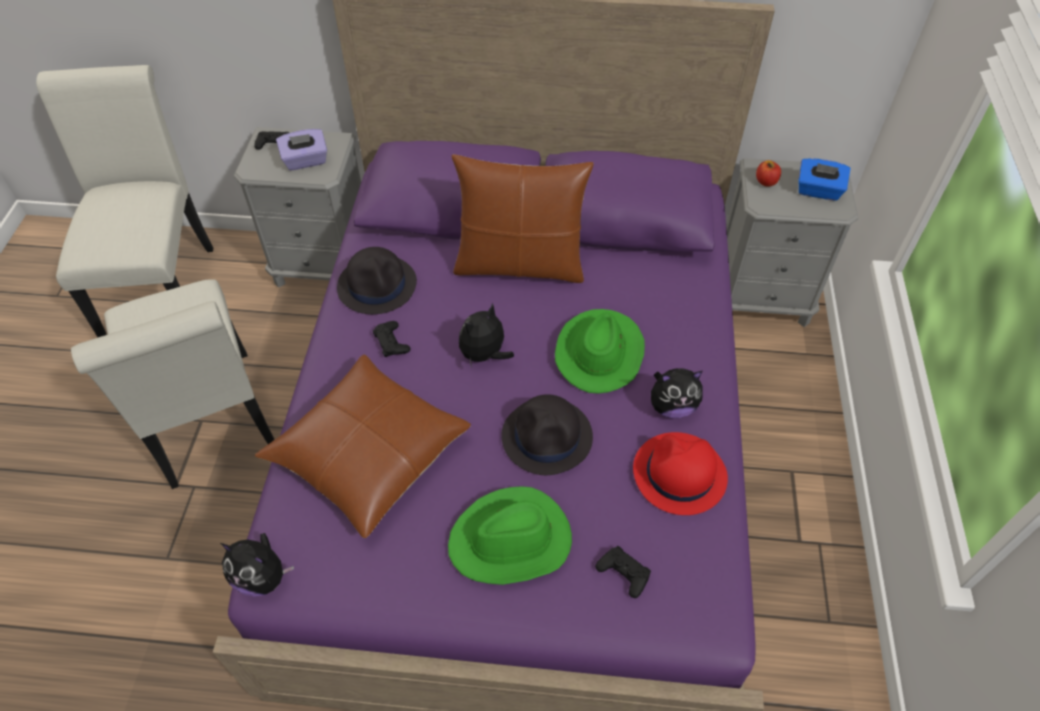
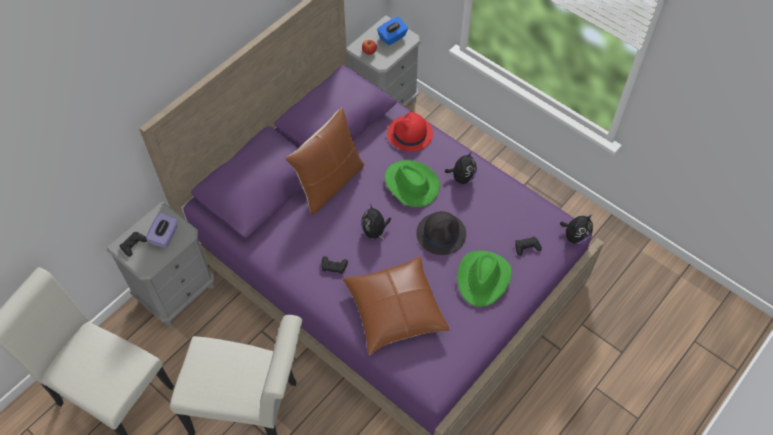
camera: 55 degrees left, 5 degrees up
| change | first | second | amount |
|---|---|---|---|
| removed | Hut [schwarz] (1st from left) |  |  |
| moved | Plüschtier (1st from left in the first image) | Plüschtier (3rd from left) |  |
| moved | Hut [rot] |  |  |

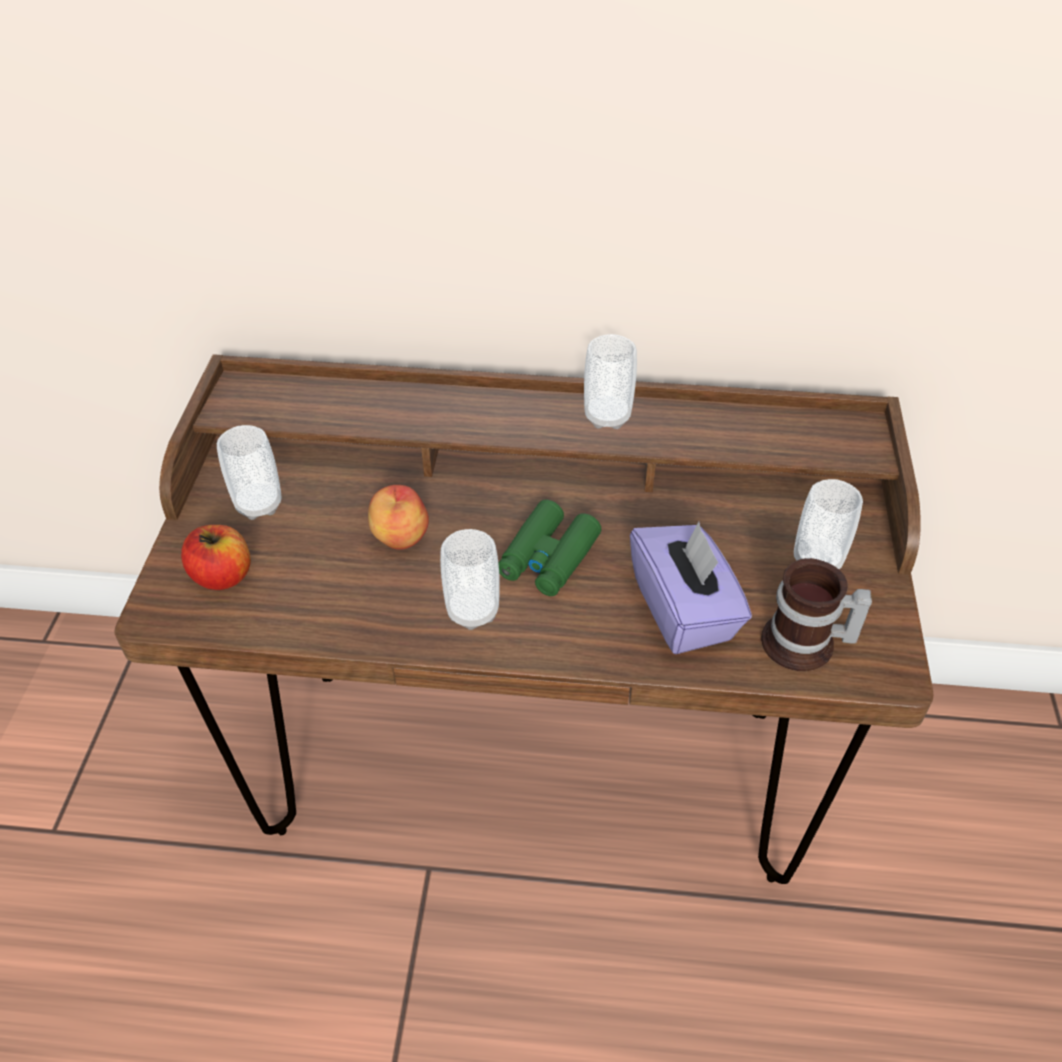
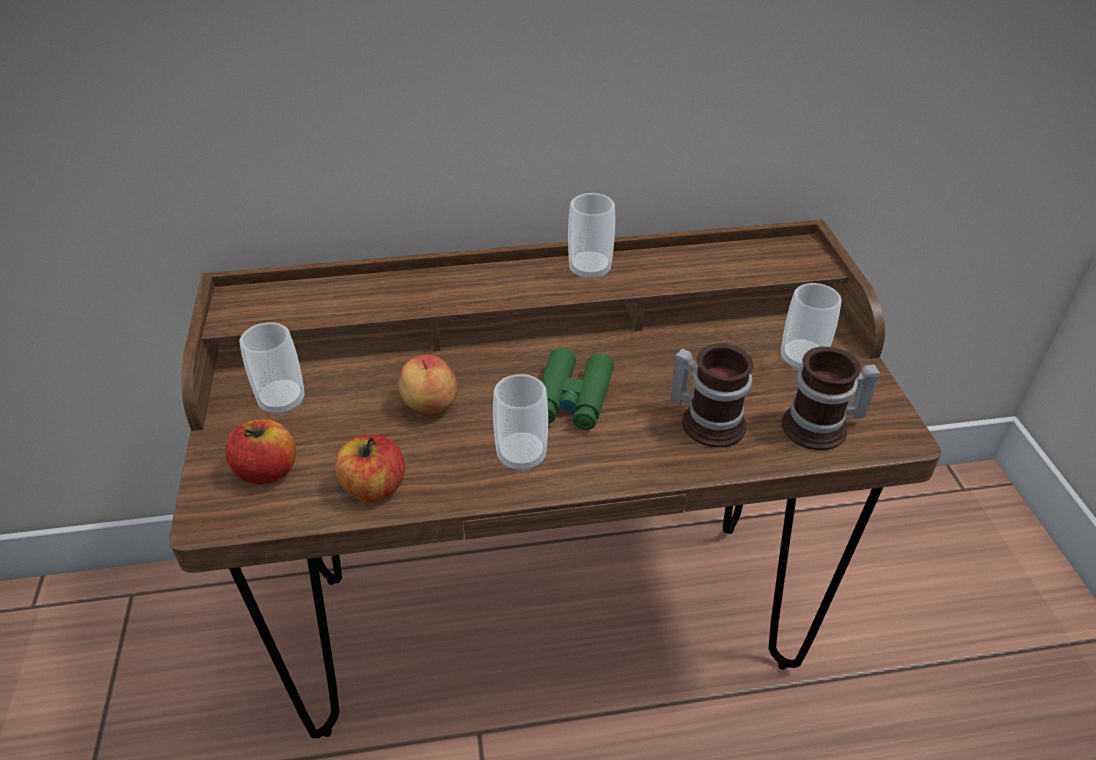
camera: 15 degrees left, 5 degrees down
| change | first | second | amount |
|---|---|---|---|
| added |  | Apfel (2nd from left) |  |
| replaced | Taschentuchbox [lila] | Henkelbecher (1st from left) |  |

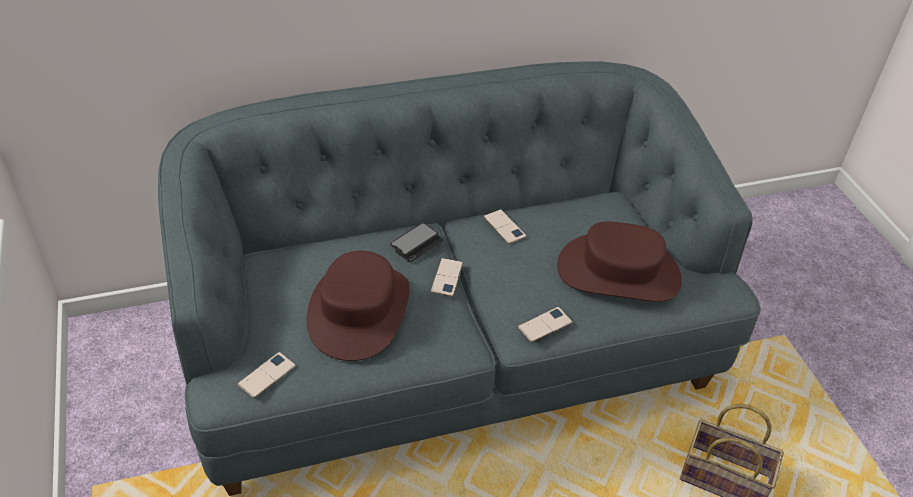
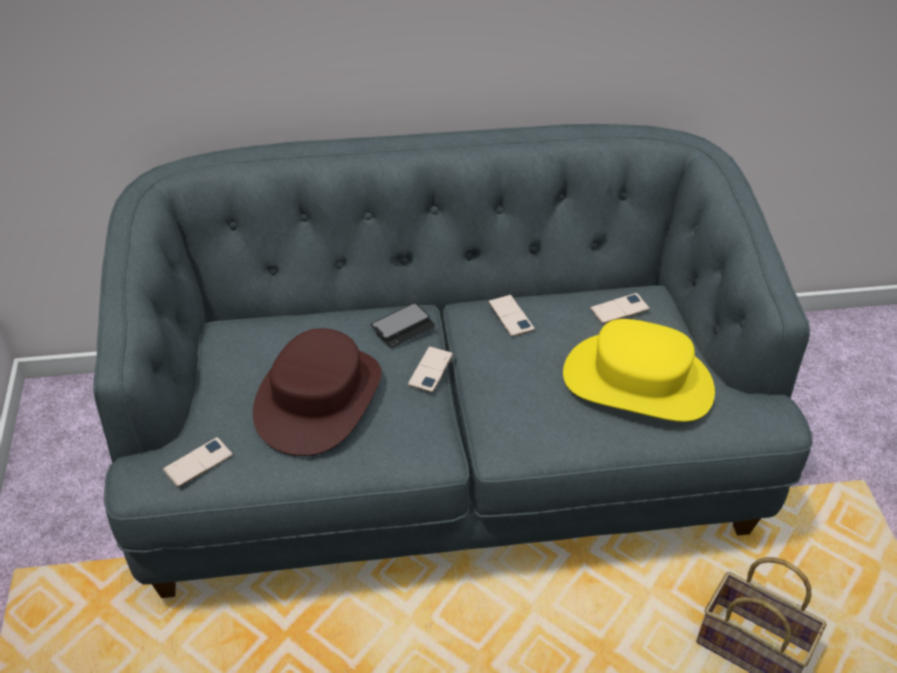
camera: 10 degrees right, 0 degrees up
| change | first | second | amount |
|---|---|---|---|
| moved | Handy (5th from left) |  |  |
| recoloured | Hut [braun] (2nd from left) | Hut [gelb] |  |

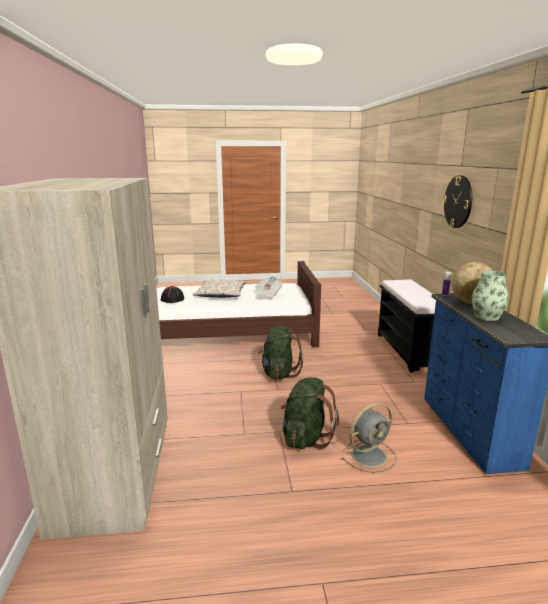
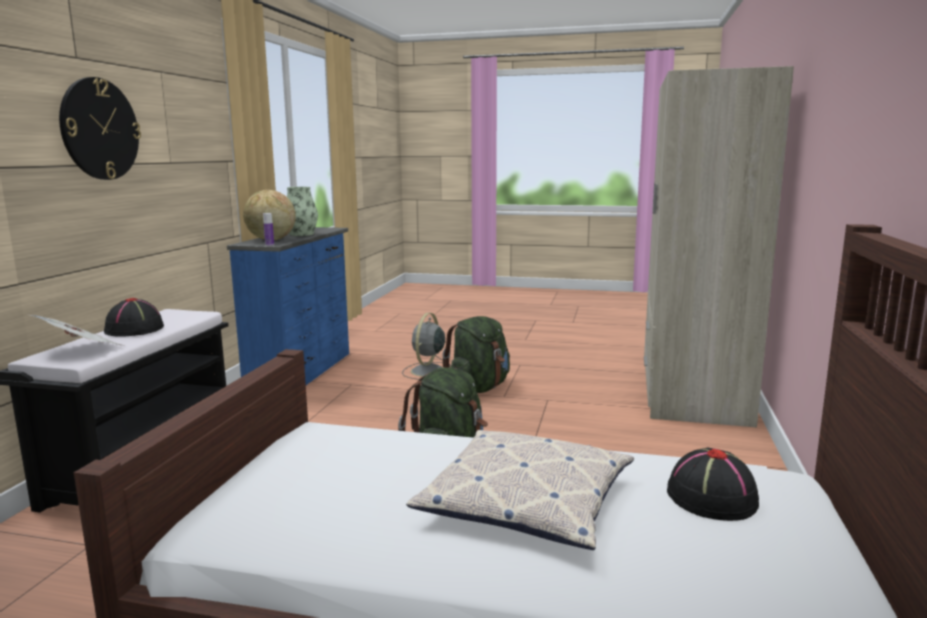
camera: 160 degrees left, 5 degrees down
| change | first | second | amount |
|---|---|---|---|
| added |  | Hut [schwarz] (1st from left) |  |
| moved | Zeitung |  |  |
| turned | Ventilator [grau] |  | 60 degrees counterclockwise |

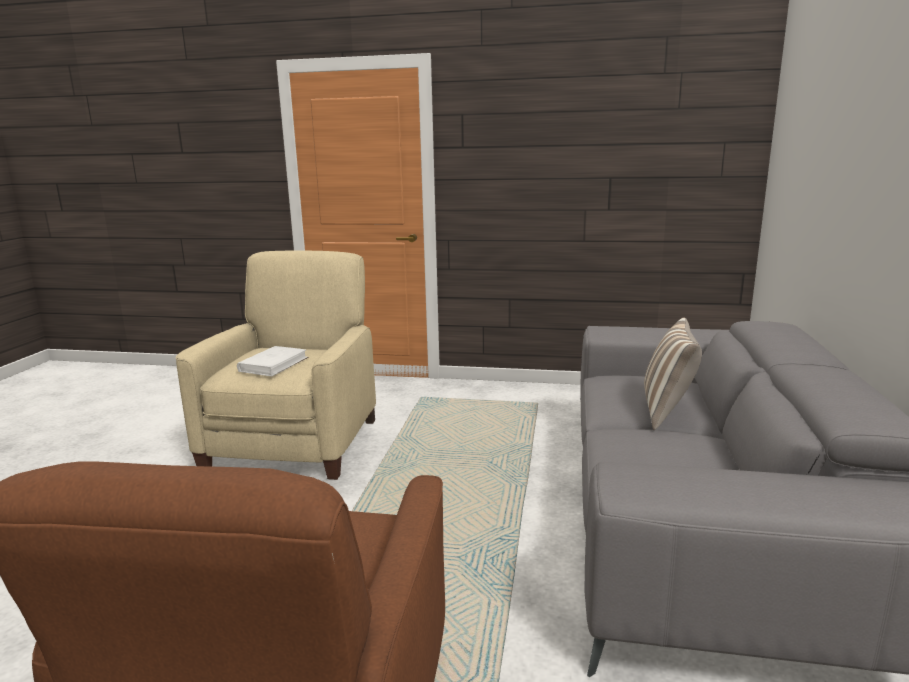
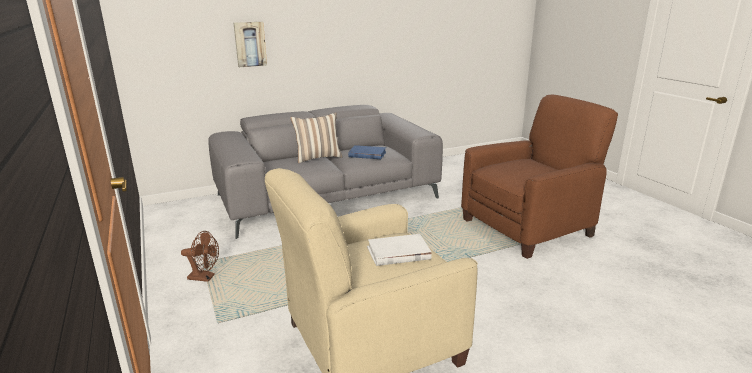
camera: 125 degrees left, 5 degrees up
| change | first | second | amount |
|---|---|---|---|
| added |  | Ventilator [braun] |  |
| added |  | Bild |  |
| added |  | Buch [blau] |  |

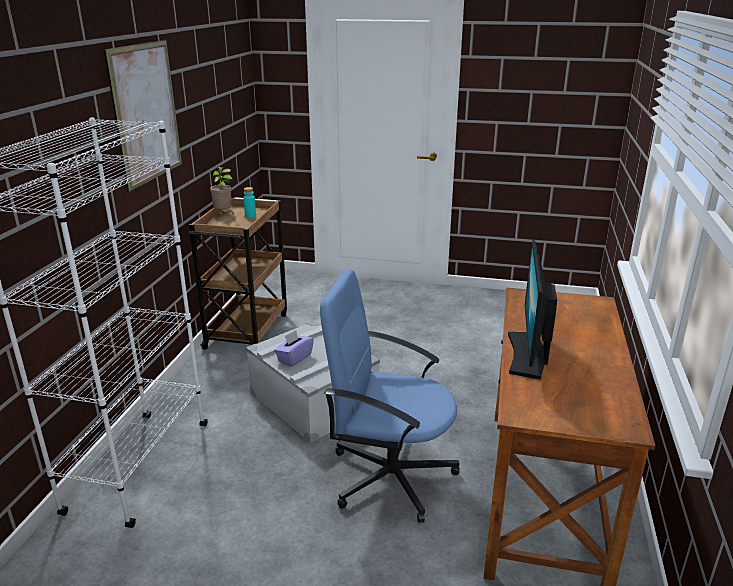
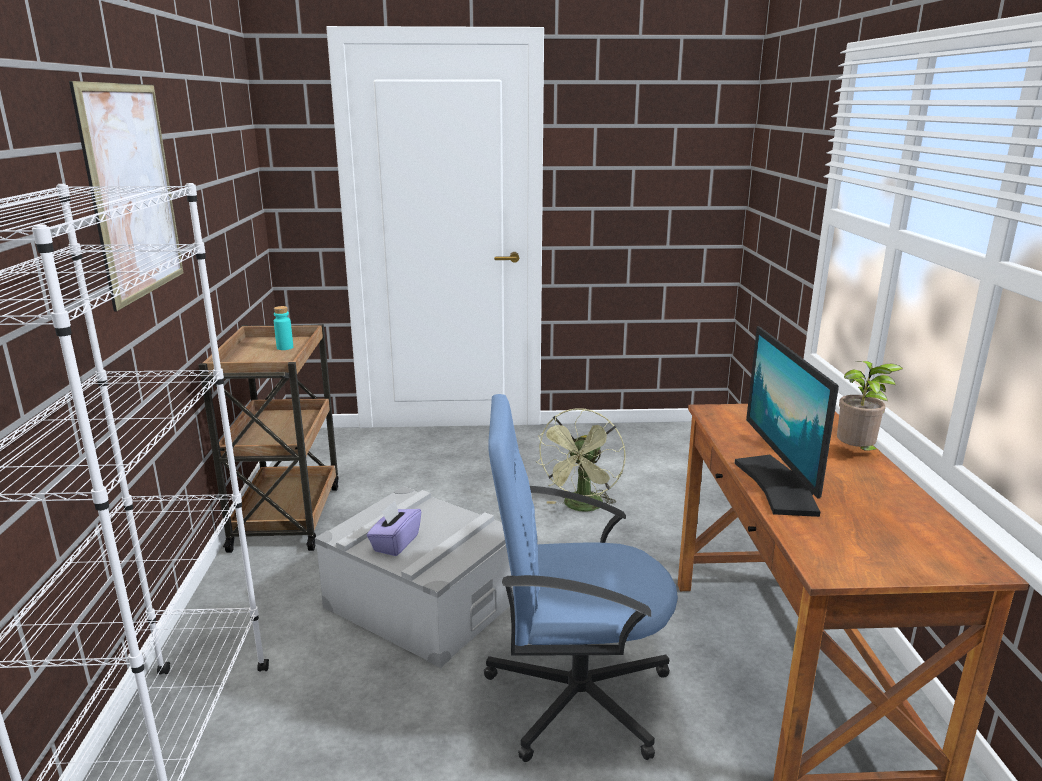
camera: 15 degrees left, 5 degrees down
| change | first | second | amount |
|---|---|---|---|
| added |  | Ventilator [grün] |  |
| moved | Topfpflanze |  |  |

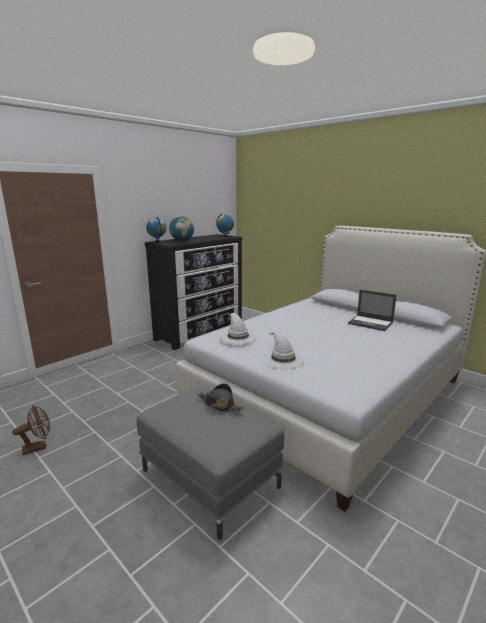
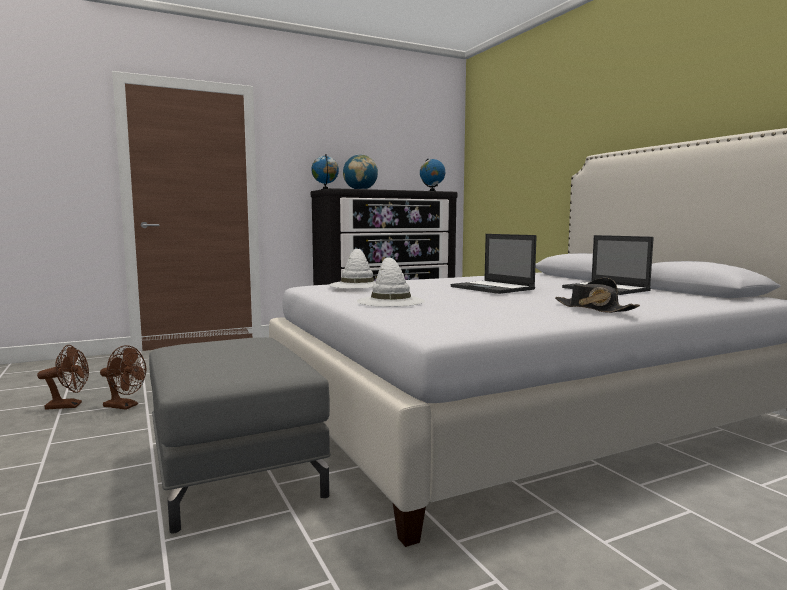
camera: 20 degrees right, 10 degrees down
| change | first | second | amount |
|---|---|---|---|
| added |  | Ventilator [braun] (2nd from left) |  |
| added |  | Laptop (1st from left) |  |
| moved | Hut [schwarz] |  |  |

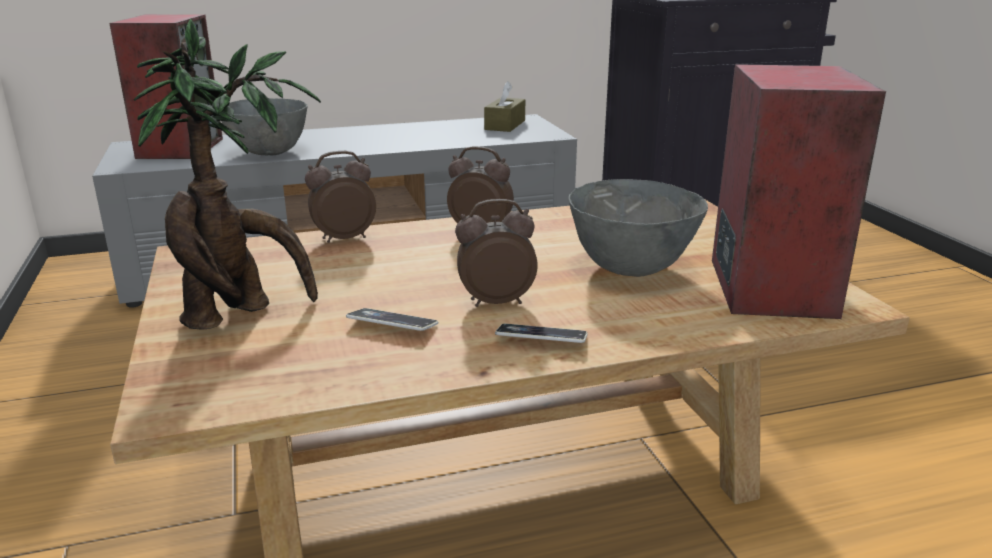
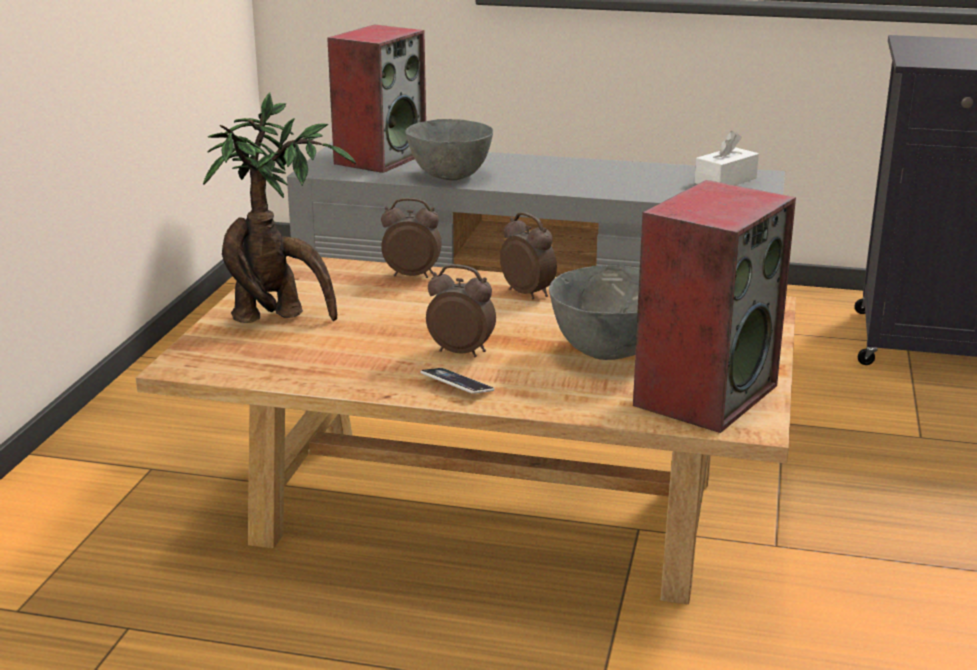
camera: 30 degrees right, 0 degrees up
| change | first | second | amount |
|---|---|---|---|
| removed | Handy (1st from left) |  |  |
| recoloured | Taschentuchbox [braun] | Taschentuchbox [weiß] |  |

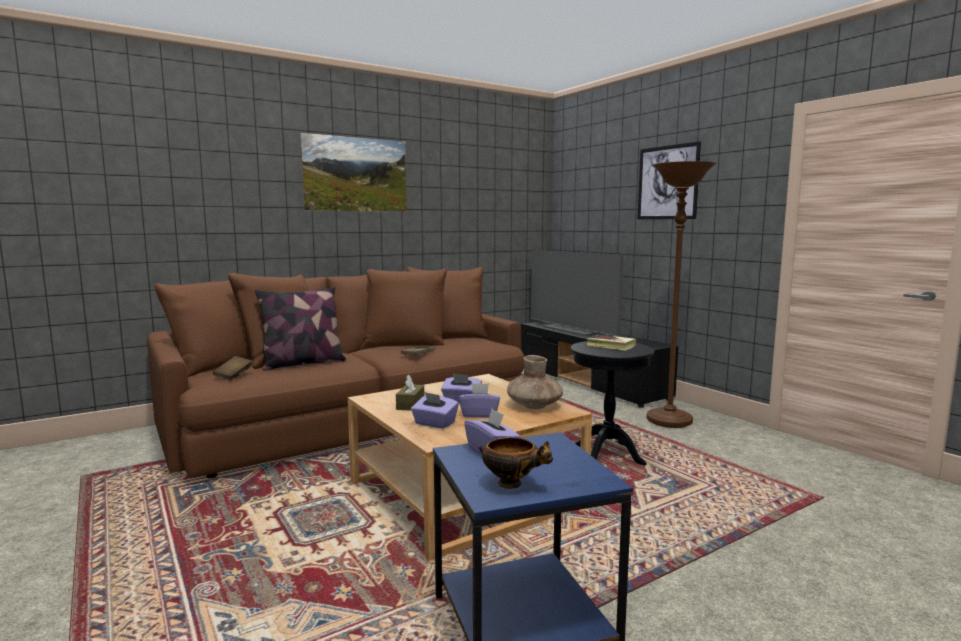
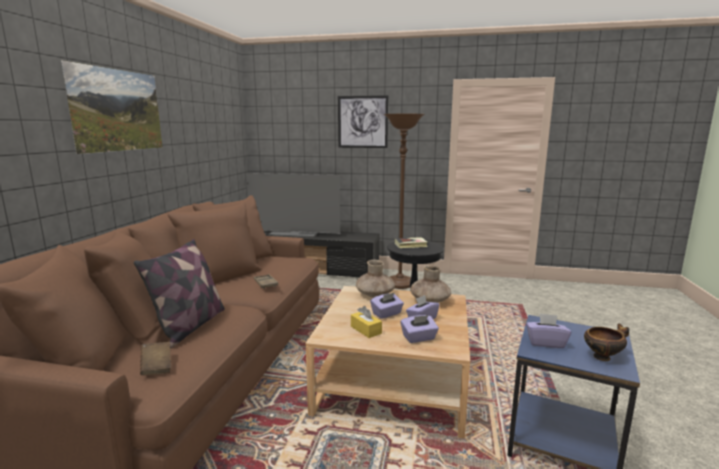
camera: 45 degrees left, 5 degrees up
| change | first | second | amount |
|---|---|---|---|
| added |  | Vase [braun] (1st from left) |  |
| recoloured | Taschentuchbox [braun] | Taschentuchbox [gelb] |  |

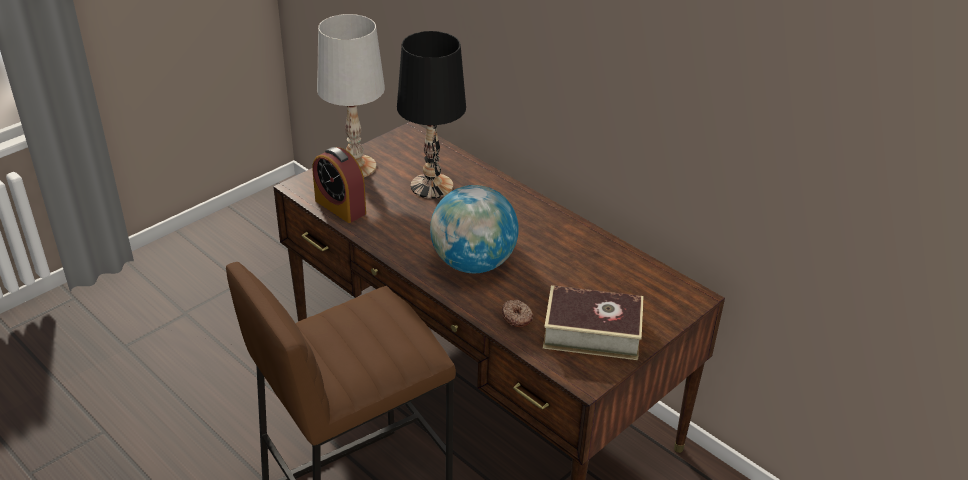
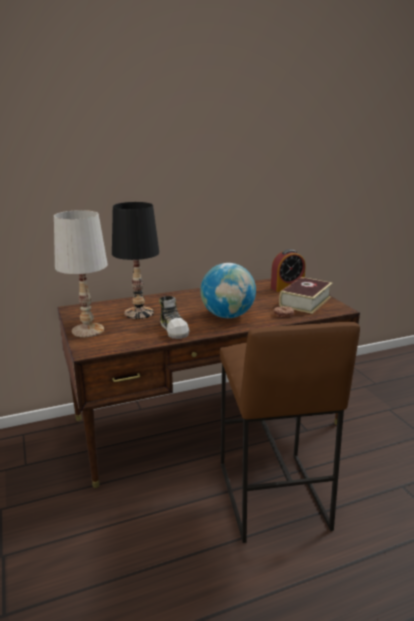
camera: 65 degrees left, 15 degrees down
| change | first | second | amount |
|---|---|---|---|
| added |  | Schuh |  |
| moved | Wecker |  |  |

